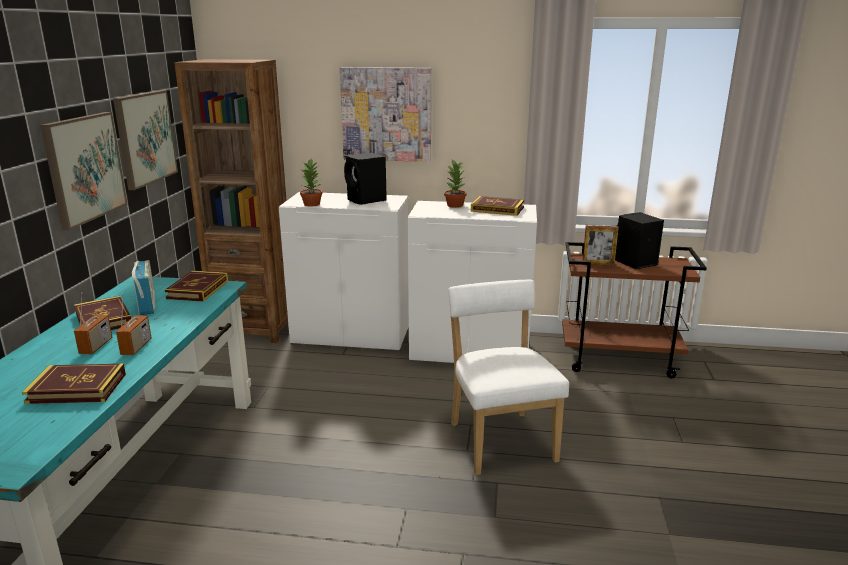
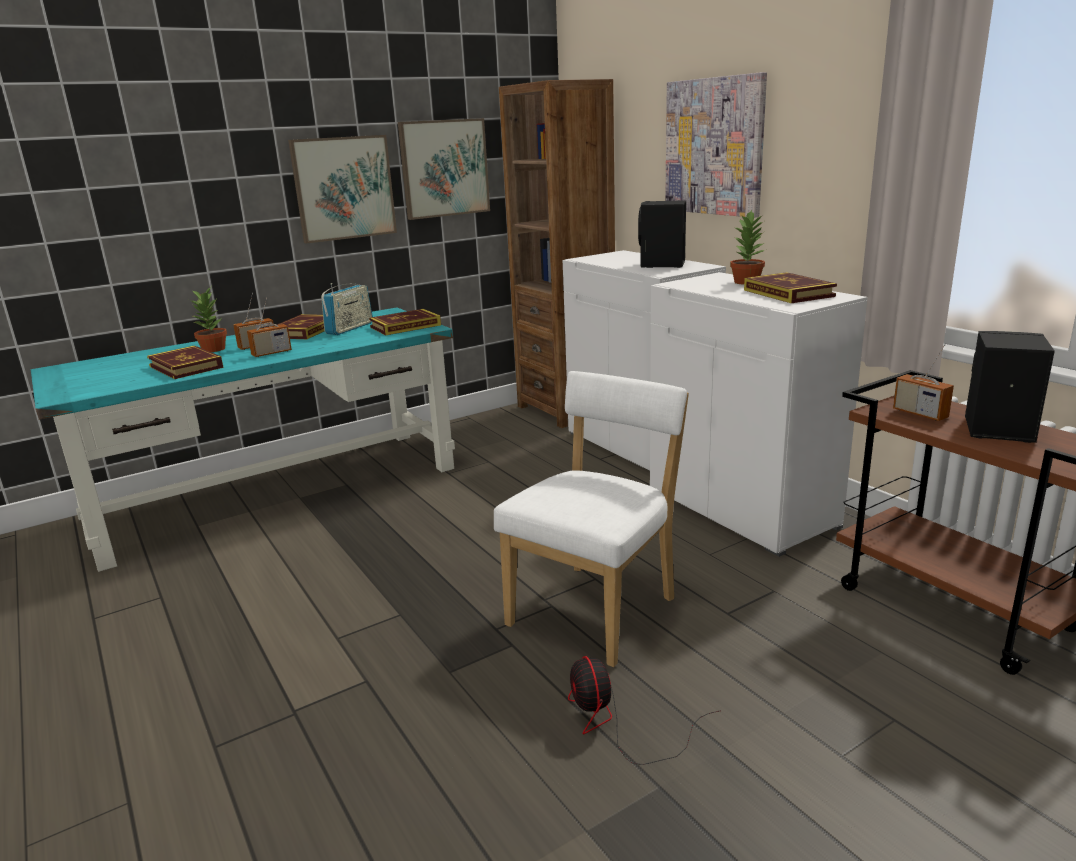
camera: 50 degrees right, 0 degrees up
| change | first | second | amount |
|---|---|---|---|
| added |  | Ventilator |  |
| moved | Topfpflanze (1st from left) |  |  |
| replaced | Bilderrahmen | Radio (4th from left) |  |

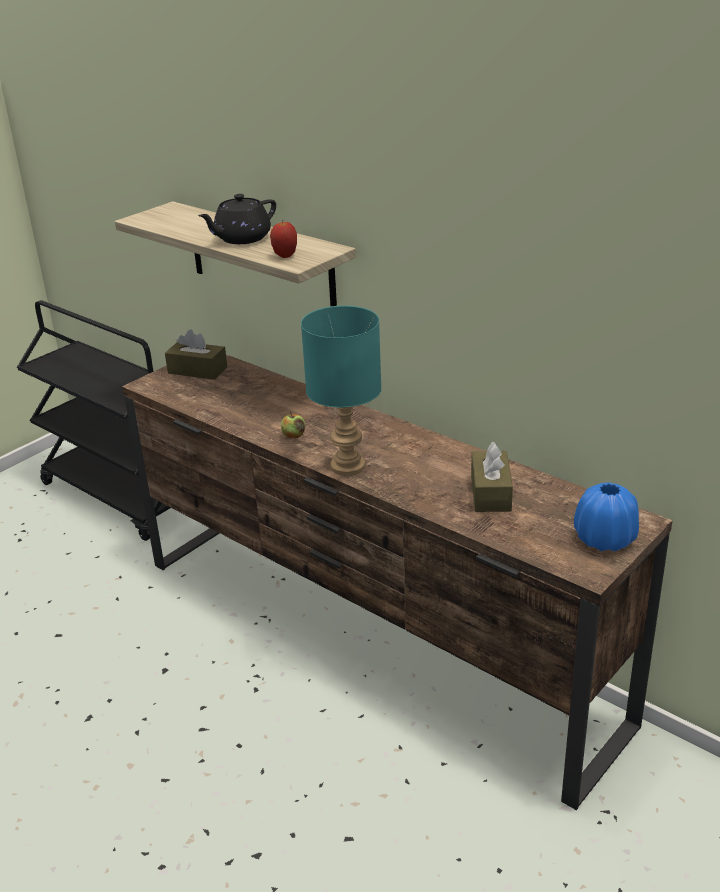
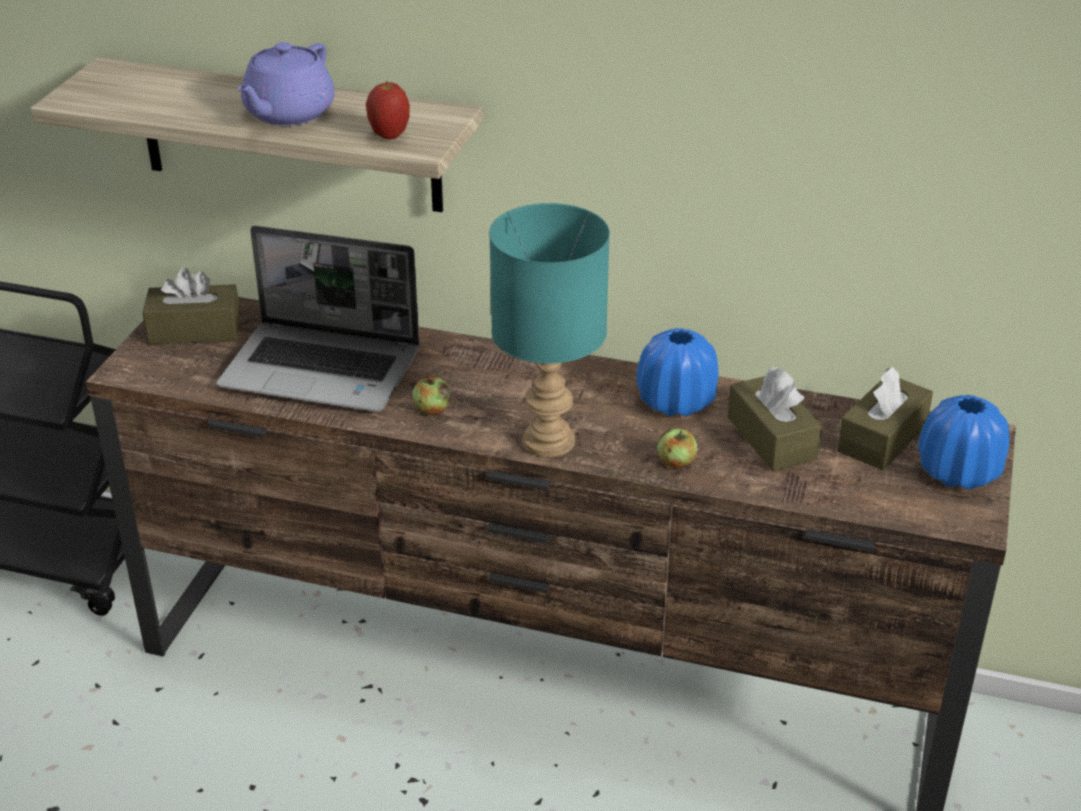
camera: 25 degrees left, 5 degrees up
| change | first | second | amount |
|---|---|---|---|
| added |  | Laptop |  |
| added |  | Vase [blau] (1st from left) |  |
| added |  | Apfel (3rd from left) |  |
| added |  | Taschentuchbox [braun] (3rd from left) |  |
| recoloured | Teekanne [schwarz] | Teekanne [lila] |  |

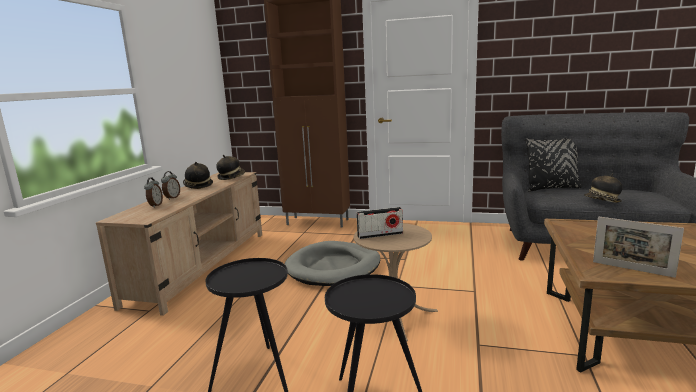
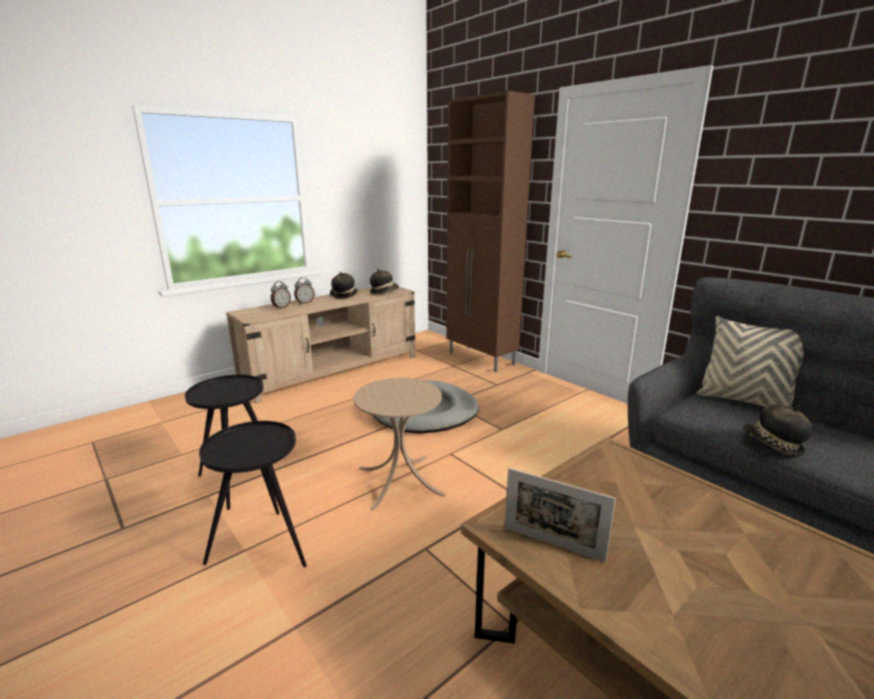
camera: 35 degrees right, 5 degrees up
| change | first | second | amount |
|---|---|---|---|
| removed | Radio |  |  |
| recoloured | Kissen [schwarz] | Kissen [beige] |  |
| turned | Bilderrahmen |  | 45 degrees counterclockwise |

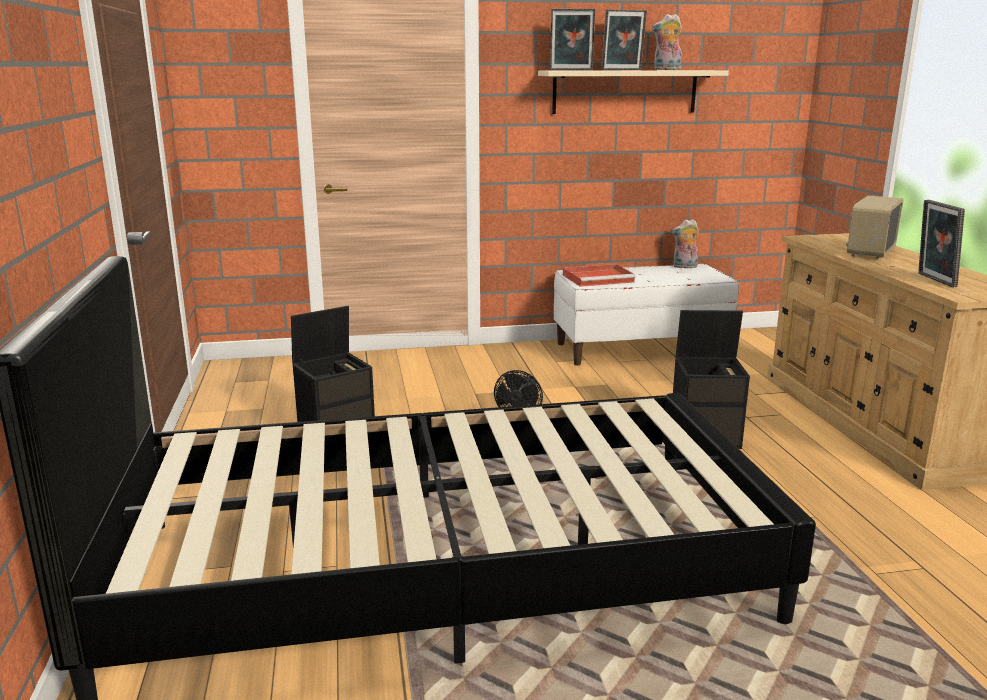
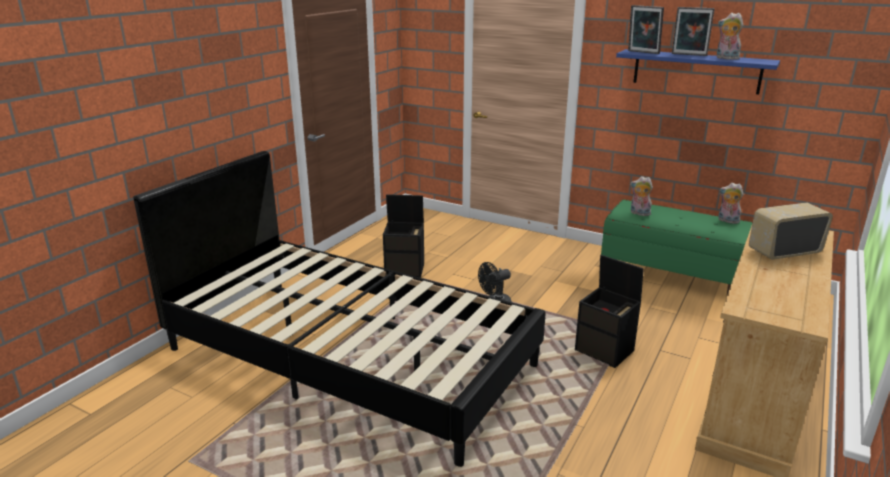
camera: 40 degrees right, 5 degrees up
| change | first | second | amount |
|---|---|---|---|
| removed | Bilderrahmen (3rd from left) |  |  |
| replaced | Tablett [rot] | Plüschtier (1st from left) |  |
| recoloured | Wandregal [beige] | Wandregal [blau] |  |
| recoloured | Bank [weiß] | Bank [grün] |  |

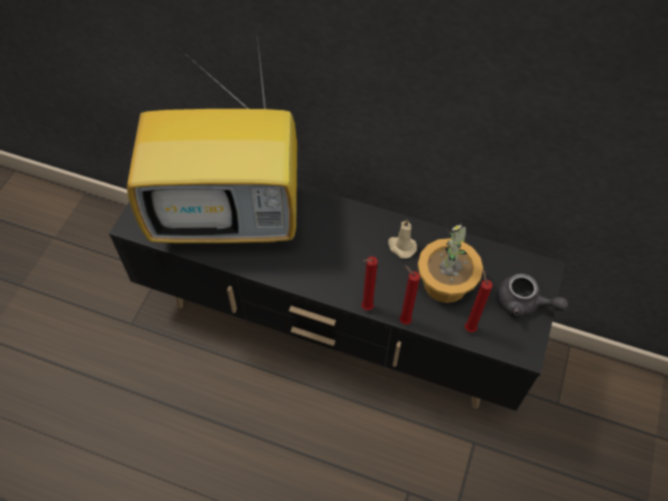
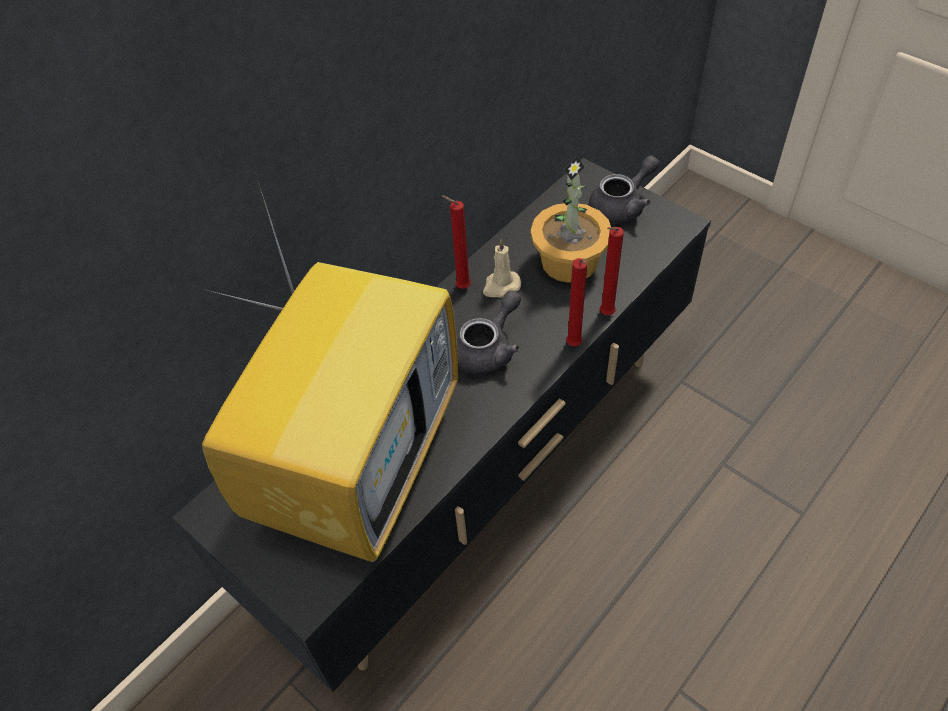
camera: 65 degrees left, 5 degrees down
| change | first | second | amount |
|---|---|---|---|
| added |  | Teekanne [grau] (1st from left) |  |
| moved | Kerze [rot] (3rd from left in the first image) | Kerze [rot] (1st from left) |  |

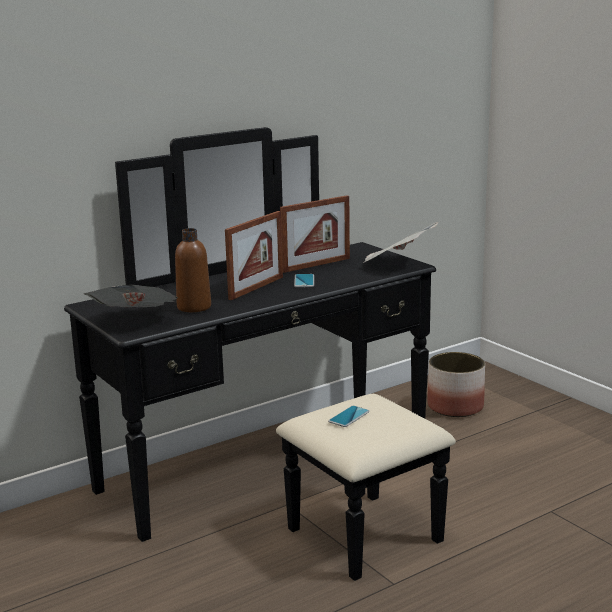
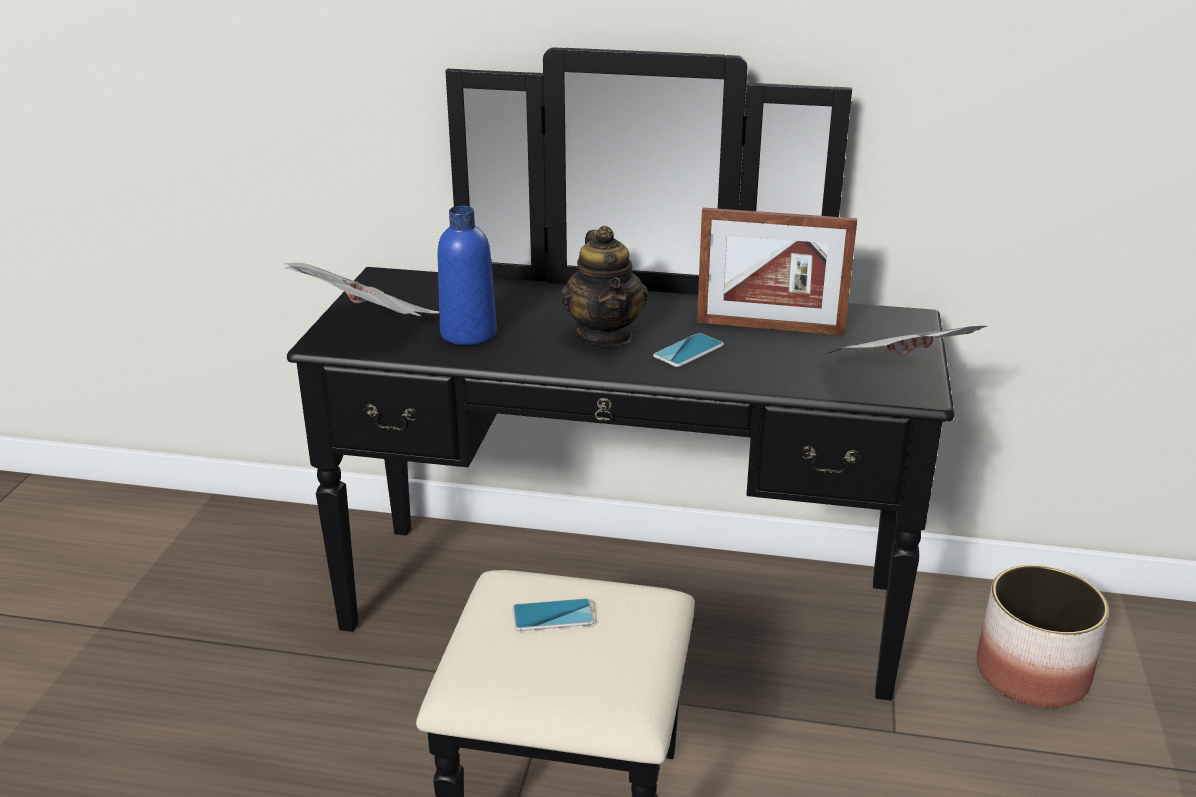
camera: 45 degrees right, 10 degrees up
| change | first | second | amount |
|---|---|---|---|
| replaced | Bilderrahmen (1st from left) | Teekanne |  |
| recoloured | Flasche [braun] | Flasche [blau] |  |

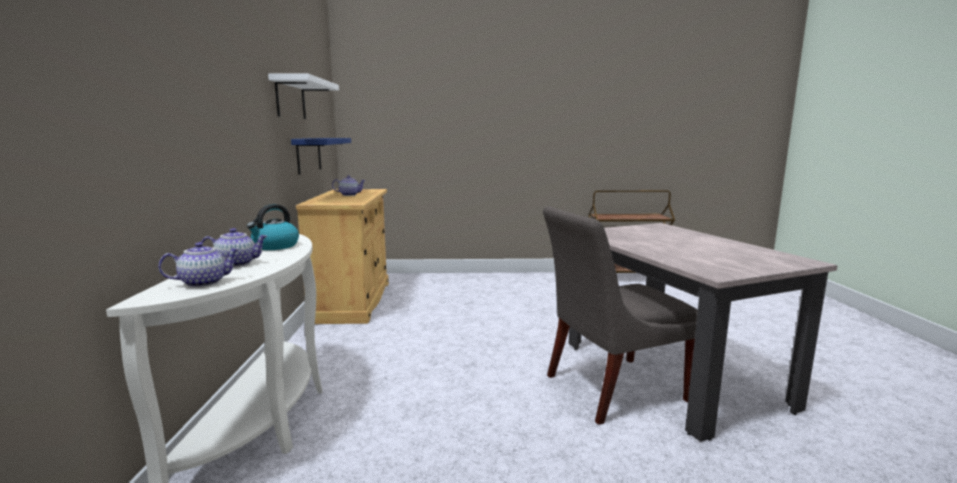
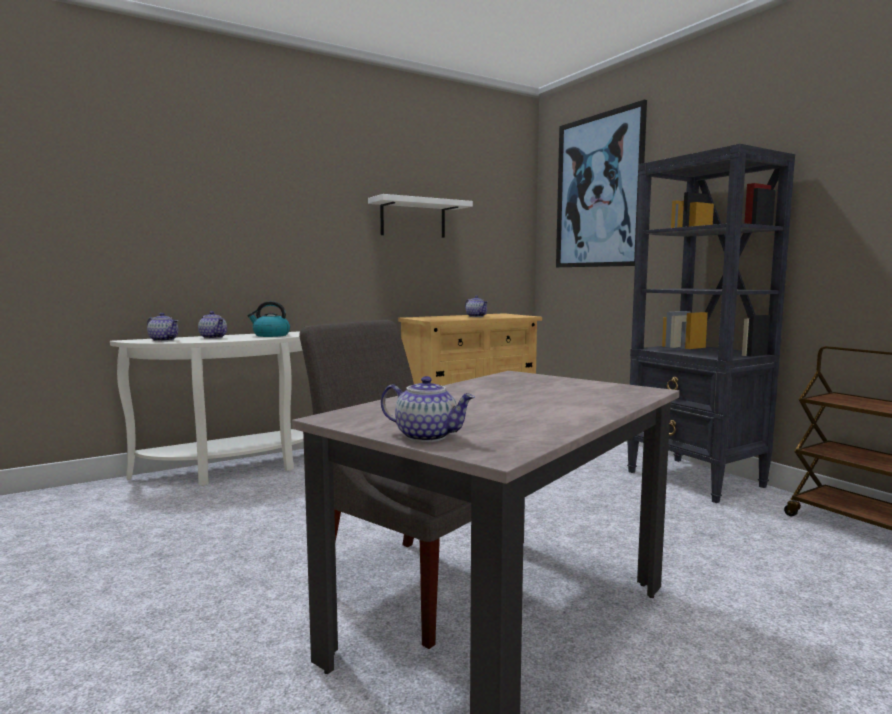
camera: 60 degrees right, 5 degrees down
| change | first | second | amount |
|---|---|---|---|
| removed | Wandregal [blau] |  |  |
| added |  | Teekanne (3rd from left) |  |
| added |  | Bild |  |
| added |  | Bücherregal [schwarz] |  |

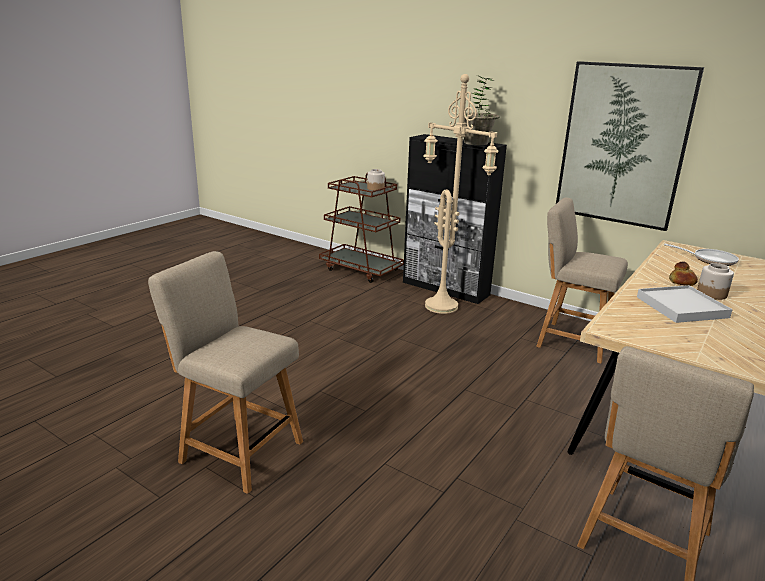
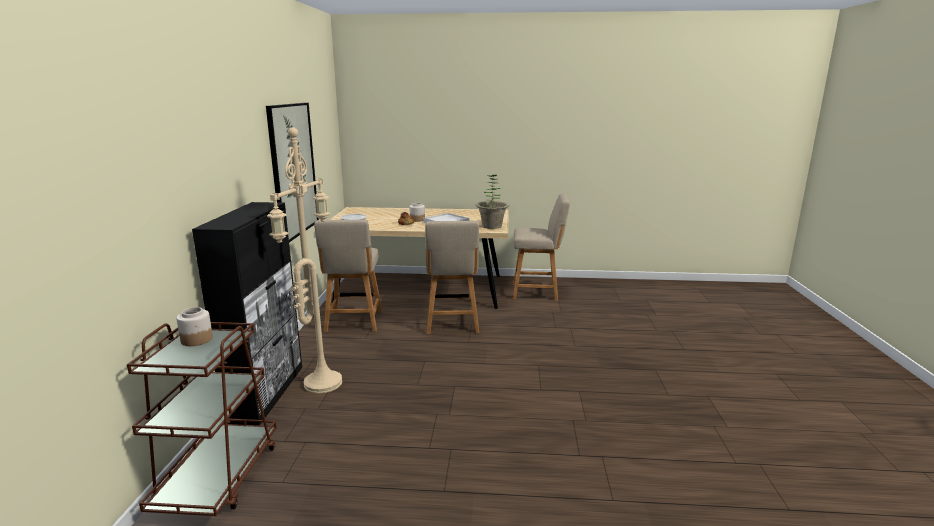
camera: 120 degrees left, 5 degrees down
| change | first | second | amount |
|---|---|---|---|
| moved | Stuhl [beige] (1st from left in the first image) | Stuhl [beige] (2nd from left) |  |
| moved | Topfpflanze |  |  |

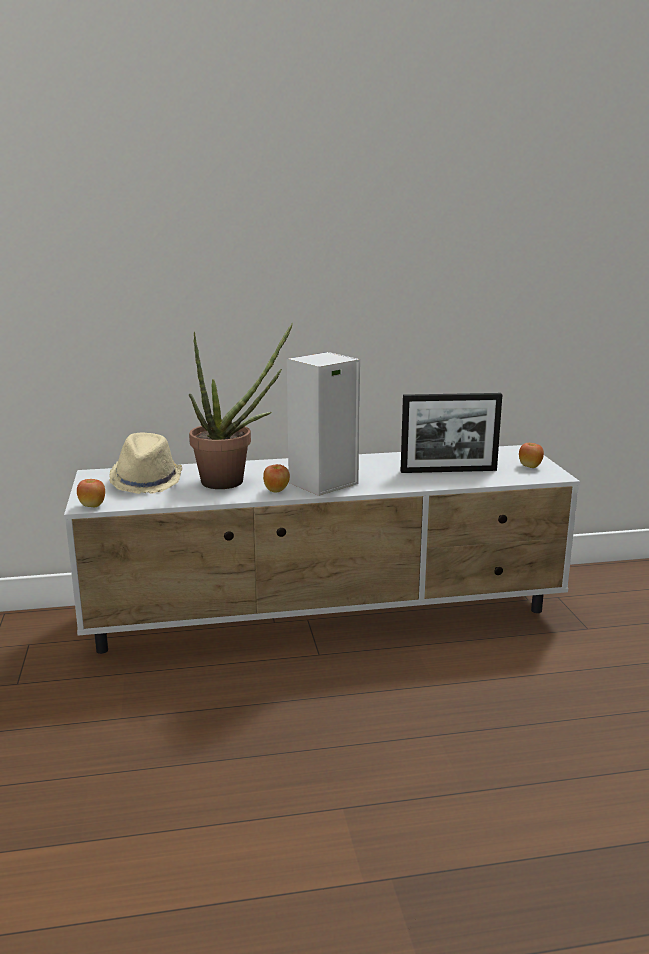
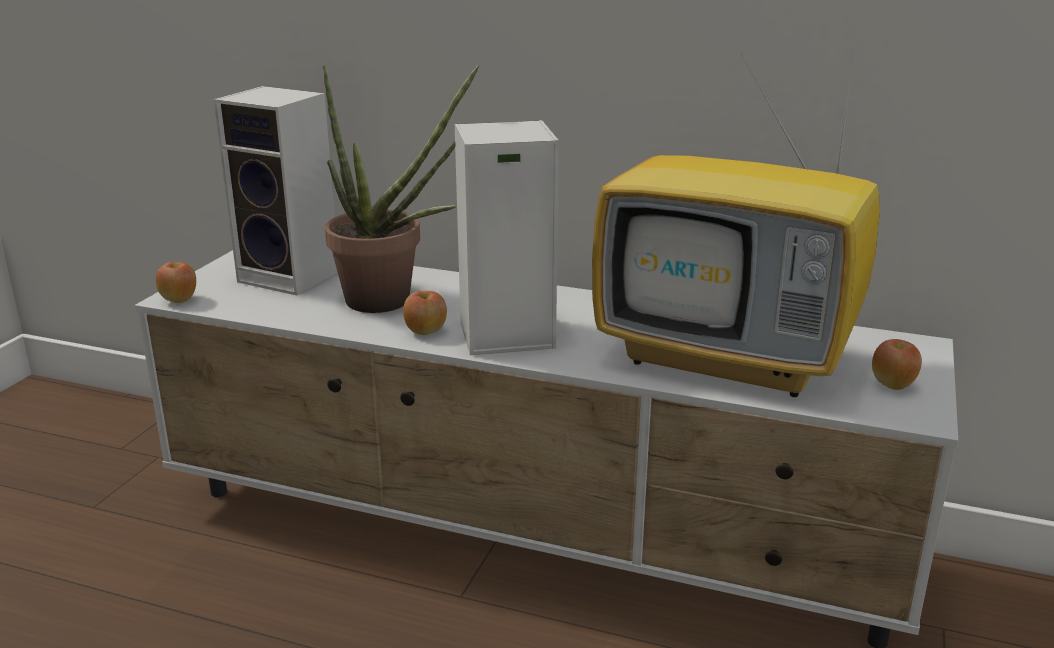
camera: 30 degrees right, 5 degrees up
| change | first | second | amount |
|---|---|---|---|
| replaced | Hut [beige] | Lautsprecher (1st from left) |  |
| replaced | Bilderrahmen | Fernseher |  |

